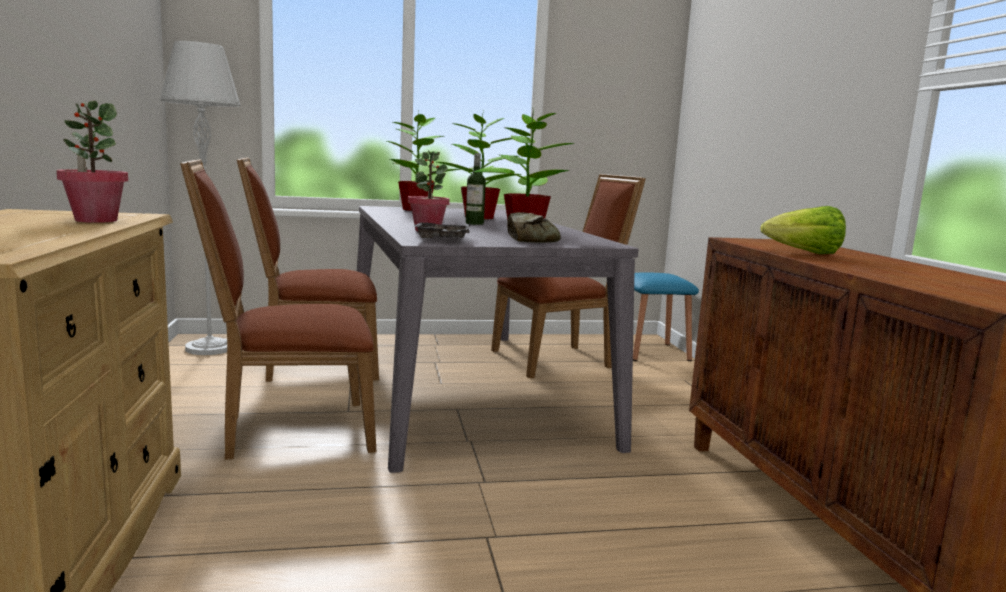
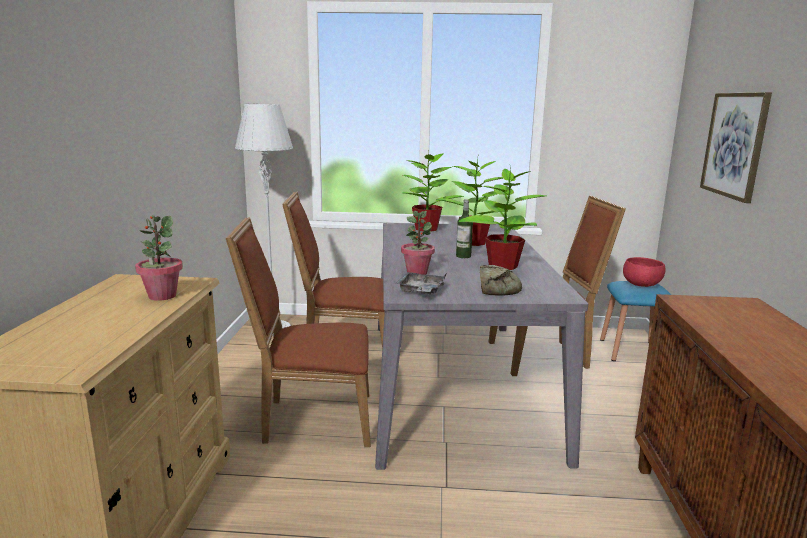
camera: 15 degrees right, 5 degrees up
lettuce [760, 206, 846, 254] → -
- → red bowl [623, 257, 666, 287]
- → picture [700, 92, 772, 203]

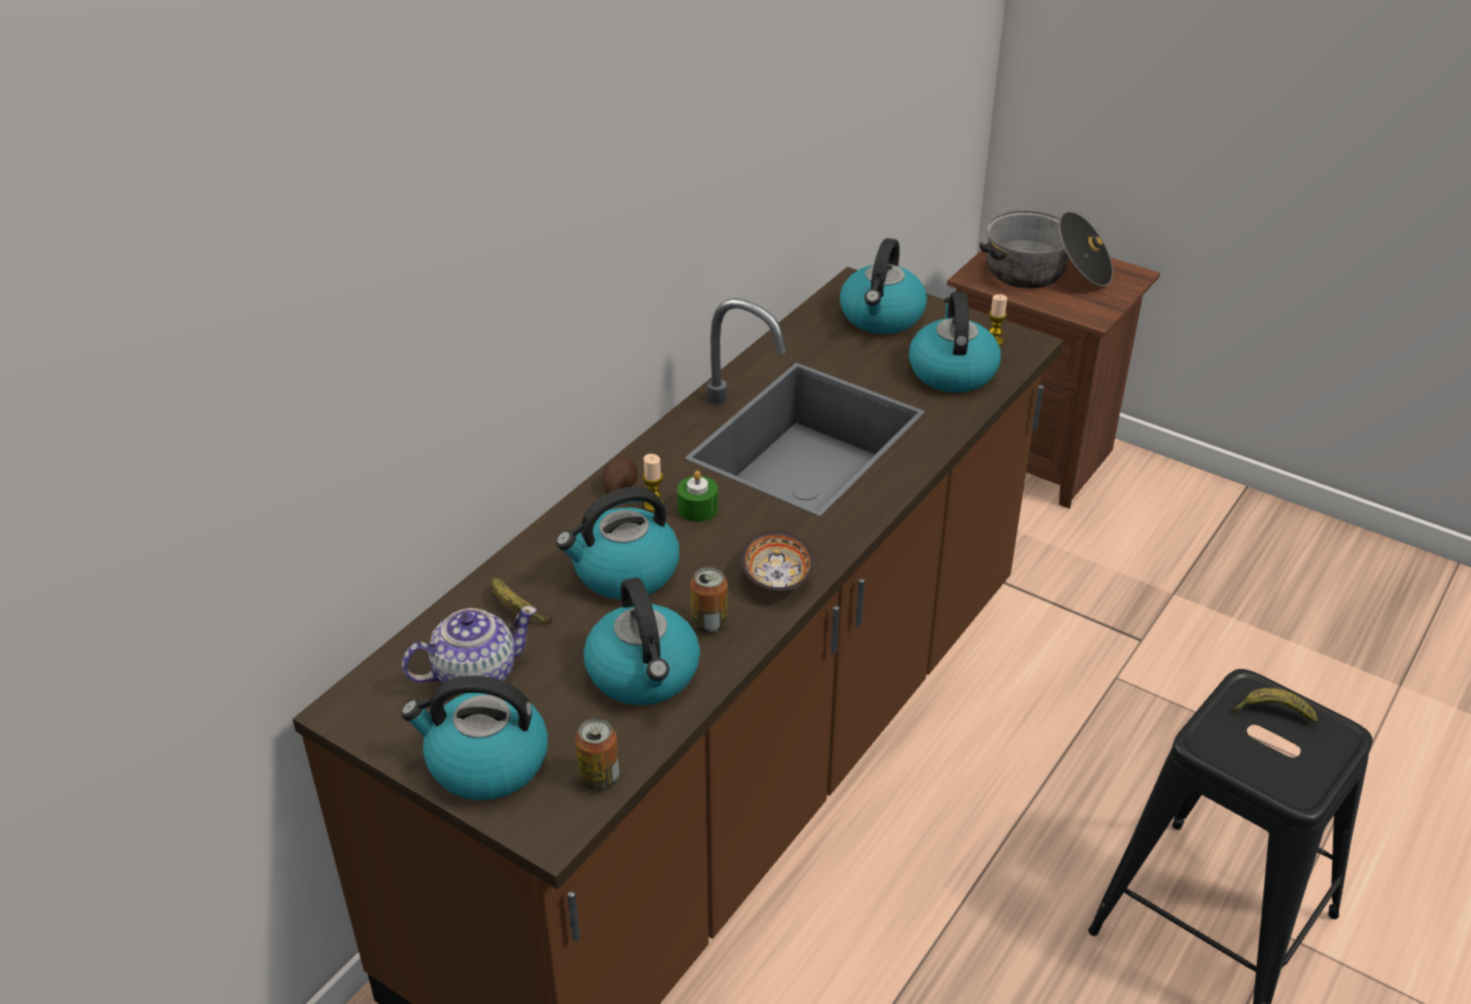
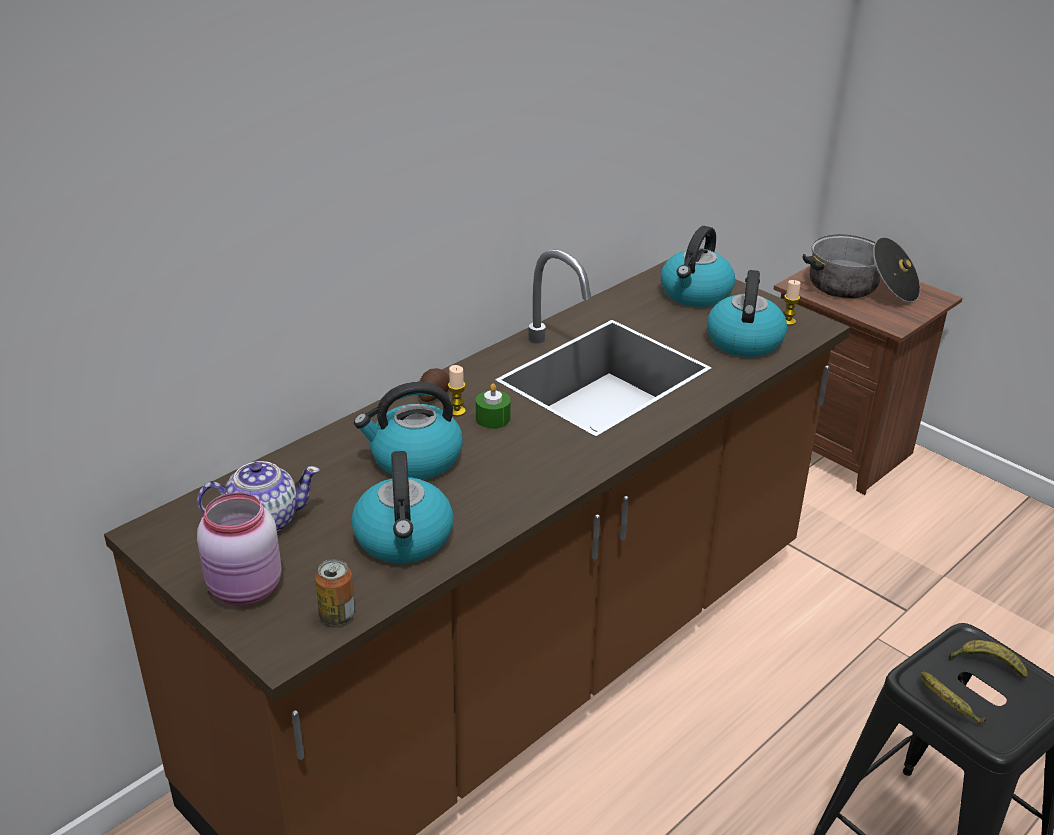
camera: 10 degrees right, 5 degrees down
kettle [401, 676, 548, 800] → pink jar [197, 492, 282, 606]
banana [491, 578, 552, 624] → banana [921, 672, 986, 724], relocated
can [691, 567, 728, 633] → -
bowl [741, 531, 814, 591] → -

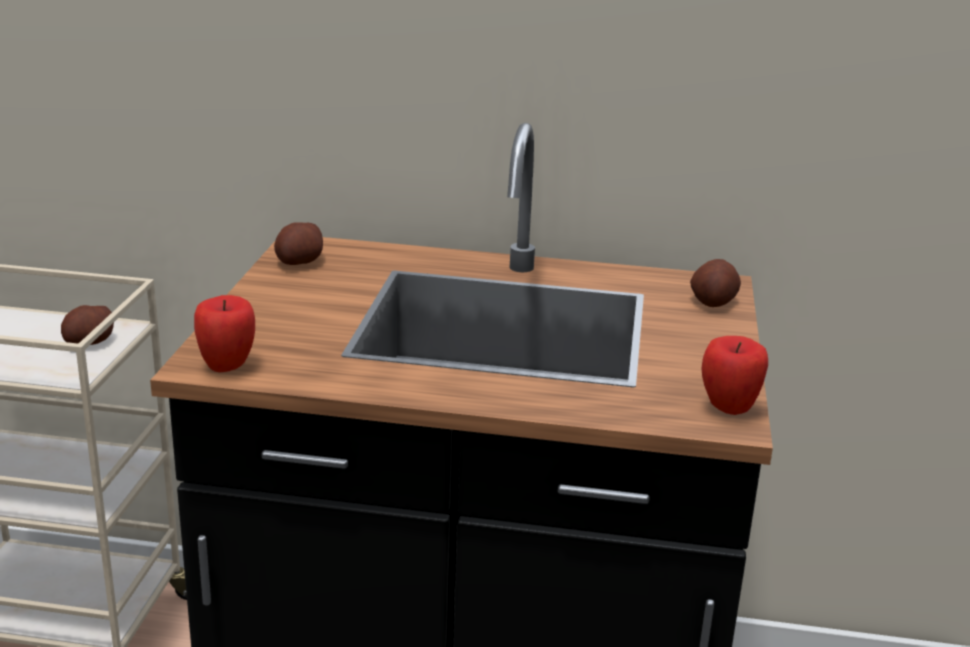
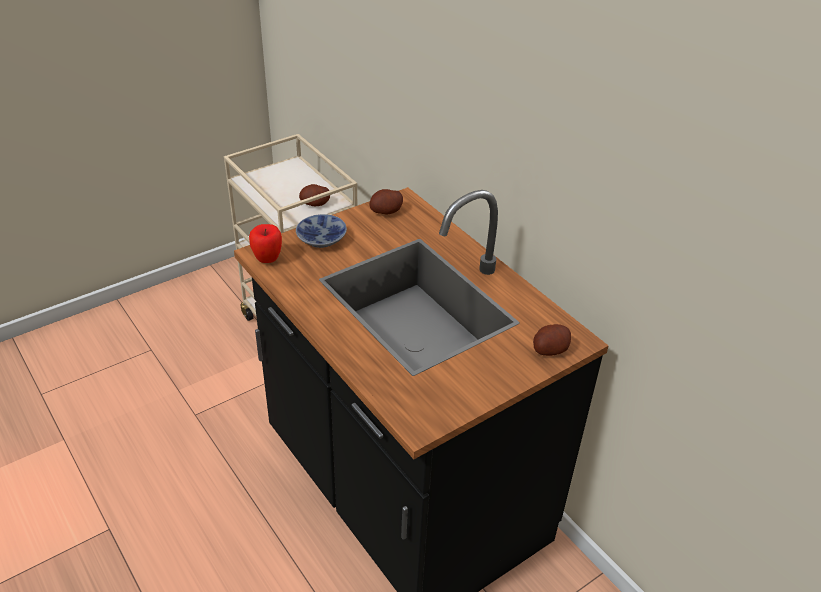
camera: 45 degrees right, 15 degrees up
apple [701, 336, 768, 415] → -
- → bowl [296, 214, 347, 248]

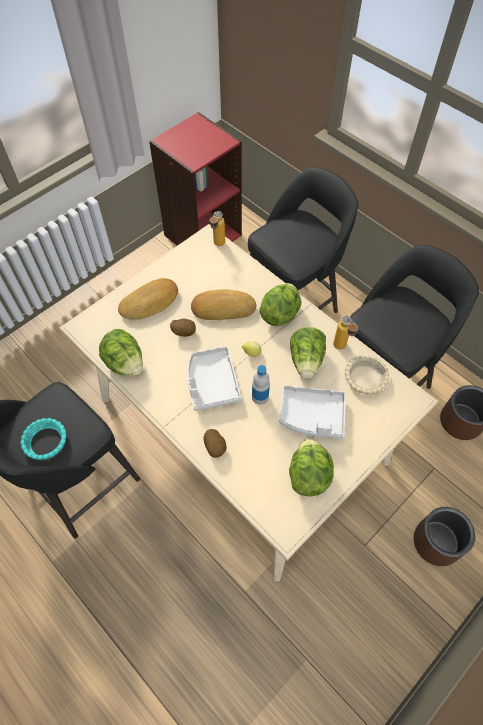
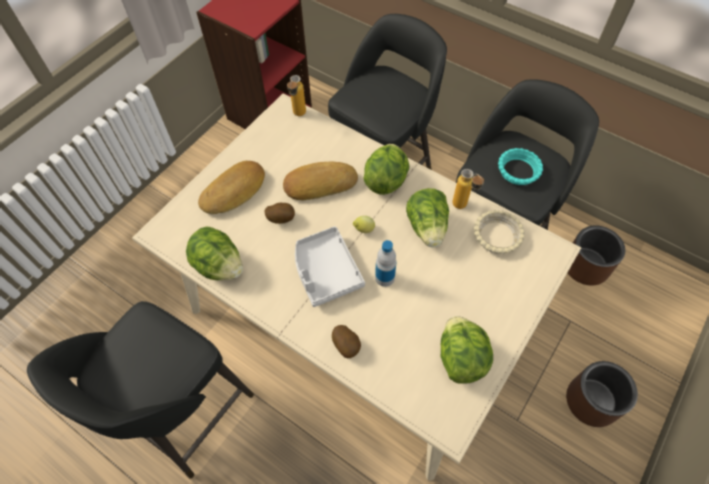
camera: 10 degrees left, 0 degrees up
turquoise bowl [20, 418, 66, 460] → turquoise bowl [498, 148, 543, 185], relocated
grey tray [279, 386, 346, 439] → -

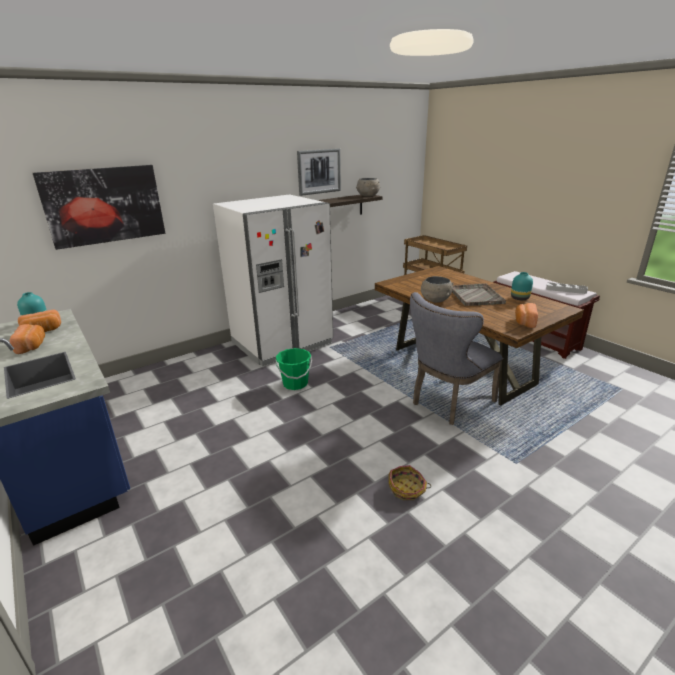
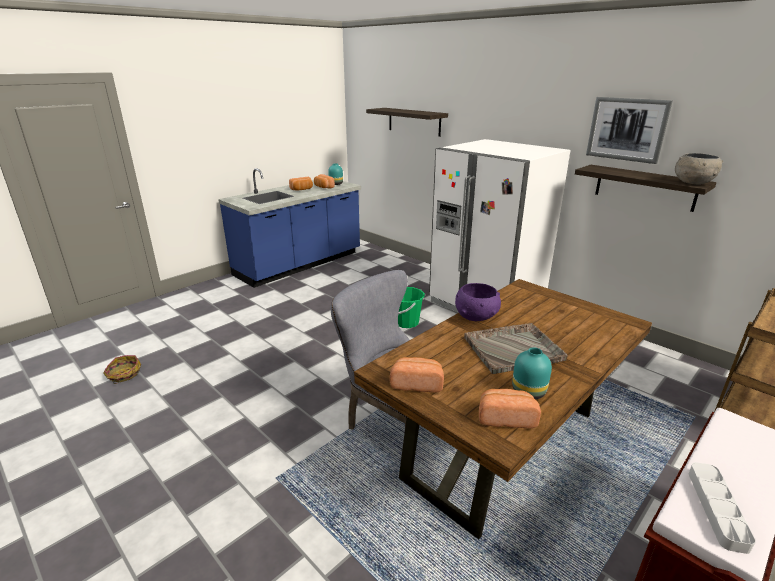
camera: 80 degrees right, 0 degrees up
picture [33, 165, 165, 250] → shelf [366, 108, 448, 137]
basket [388, 465, 431, 500] → basket [103, 355, 141, 384], relocated
grey bowl [421, 276, 453, 303] → purple bowl [455, 283, 501, 321]
- → bread [479, 389, 541, 428]

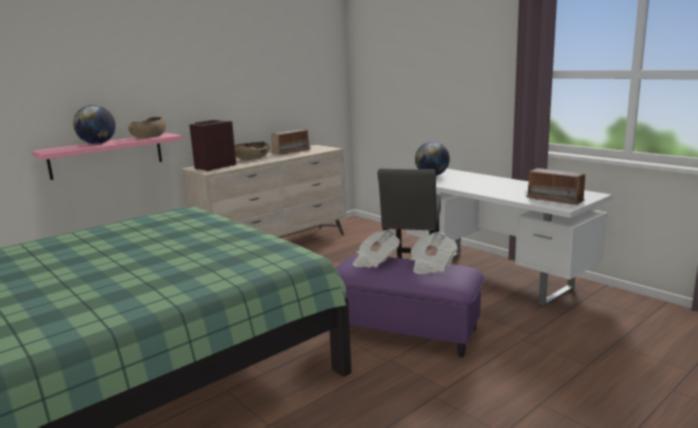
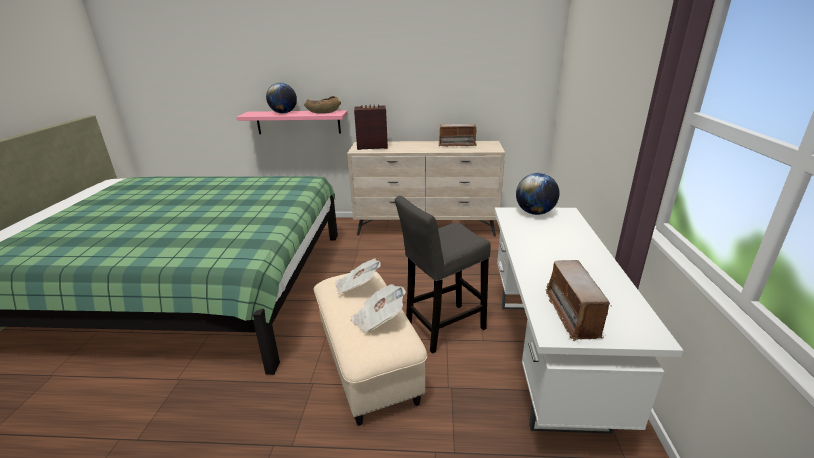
camera: 45 degrees right, 10 degrees up
brown bowl [235, 141, 270, 160] → -
purple ottoman [336, 255, 485, 357] → beige ottoman [314, 271, 427, 426]

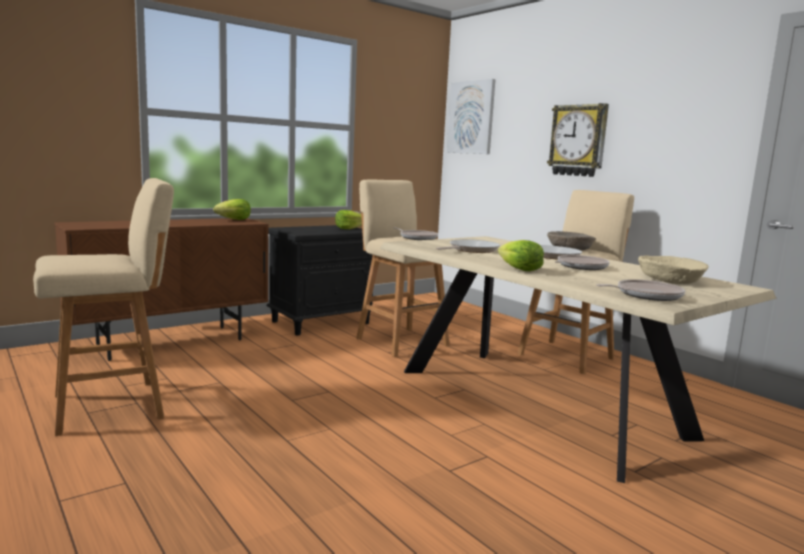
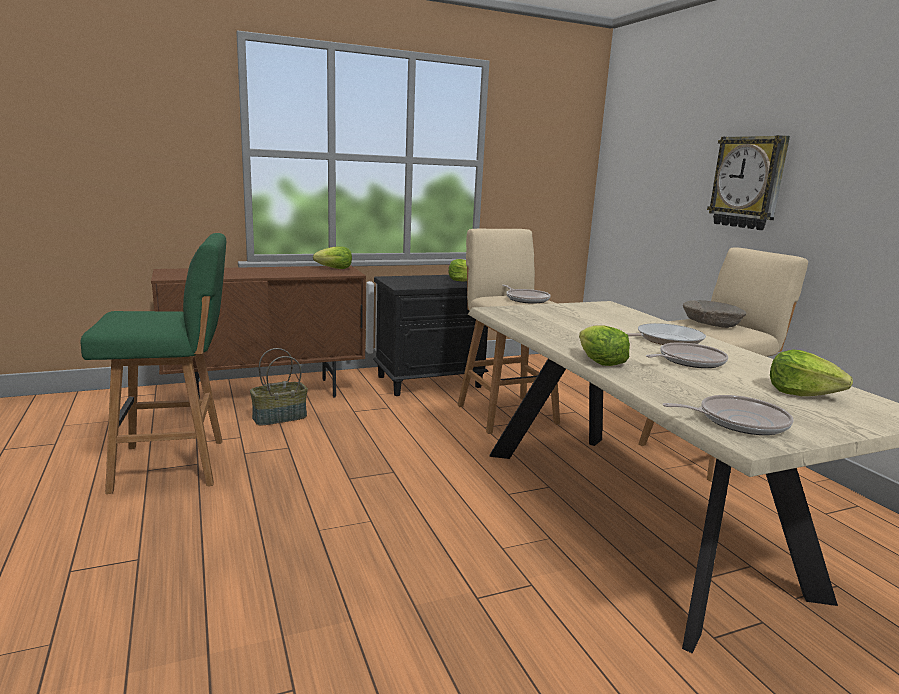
camera: 15 degrees right, 5 degrees up
beige stool [33, 178, 174, 436] → green stool [81, 233, 226, 494]
frying pan [436, 239, 500, 253] → -
picture [447, 79, 496, 154] → -
beige bowl [638, 255, 709, 284] → lettuce [770, 349, 853, 396]
- → basket [250, 348, 308, 426]

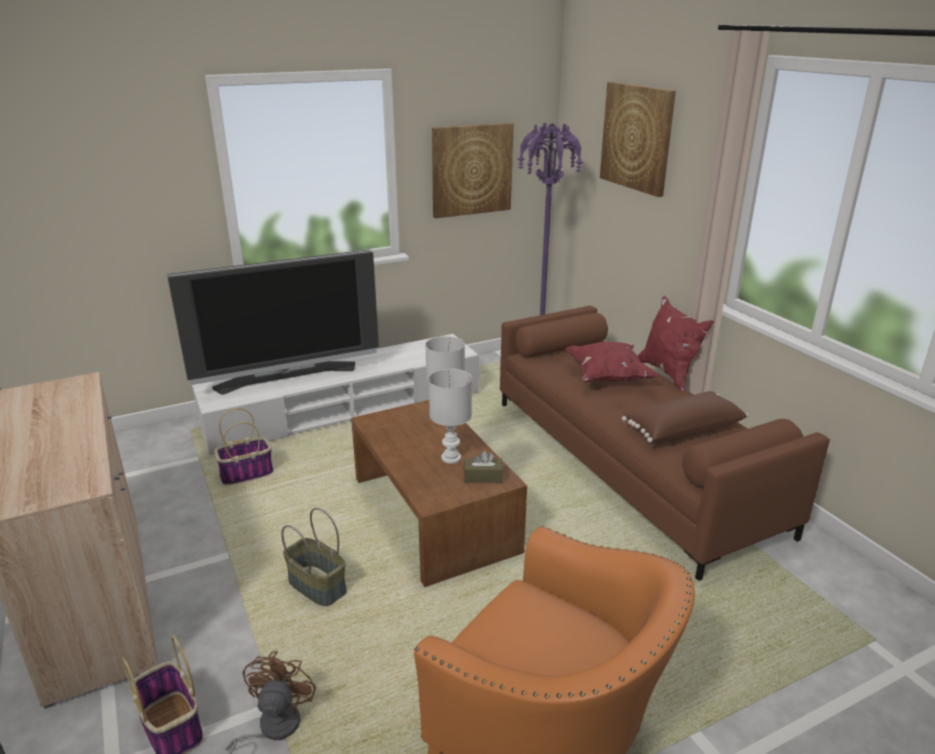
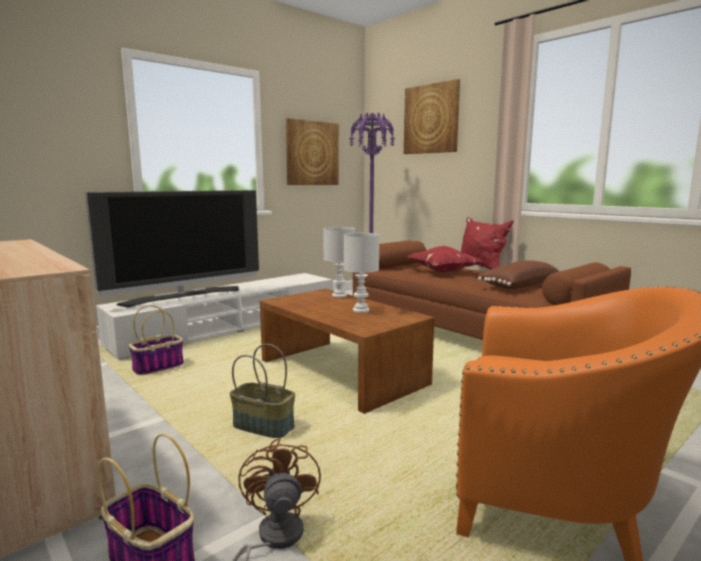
camera: 15 degrees left, 15 degrees down
brown tissue box [464, 451, 503, 483] → -

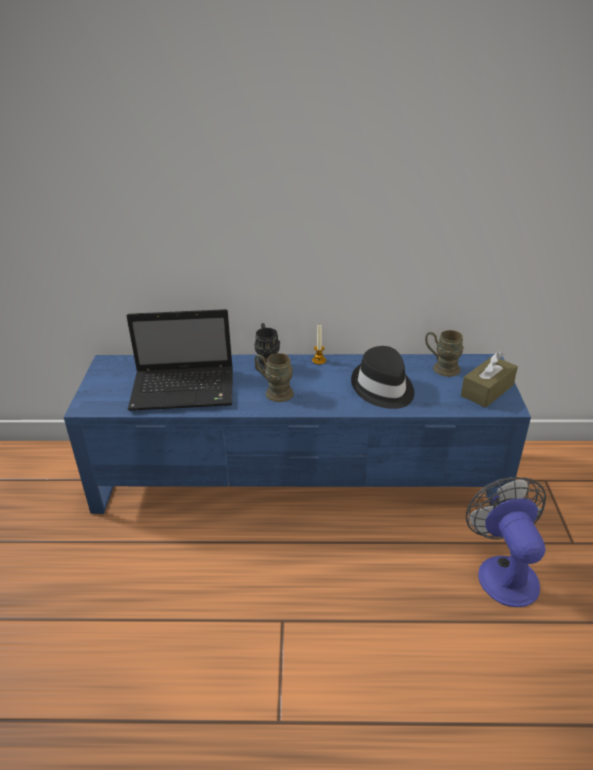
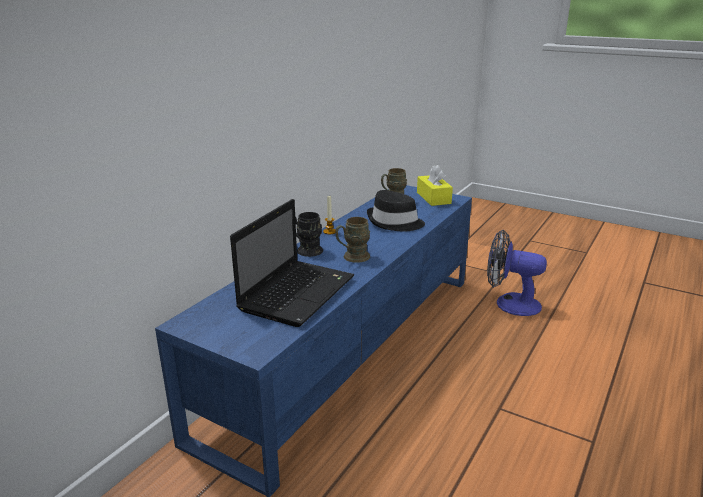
camera: 60 degrees left, 10 degrees down
brown tissue box [461, 351, 518, 408] → yellow tissue box [417, 165, 453, 206]

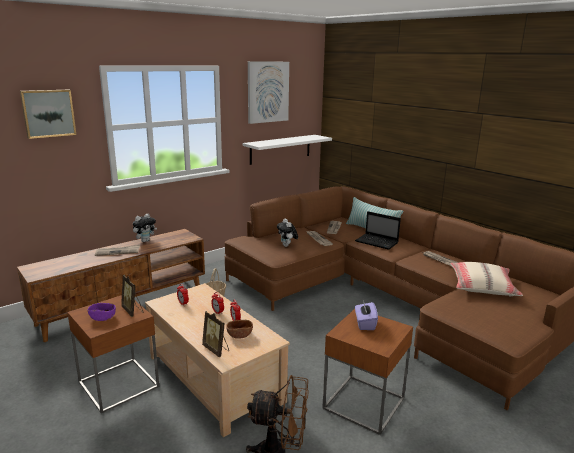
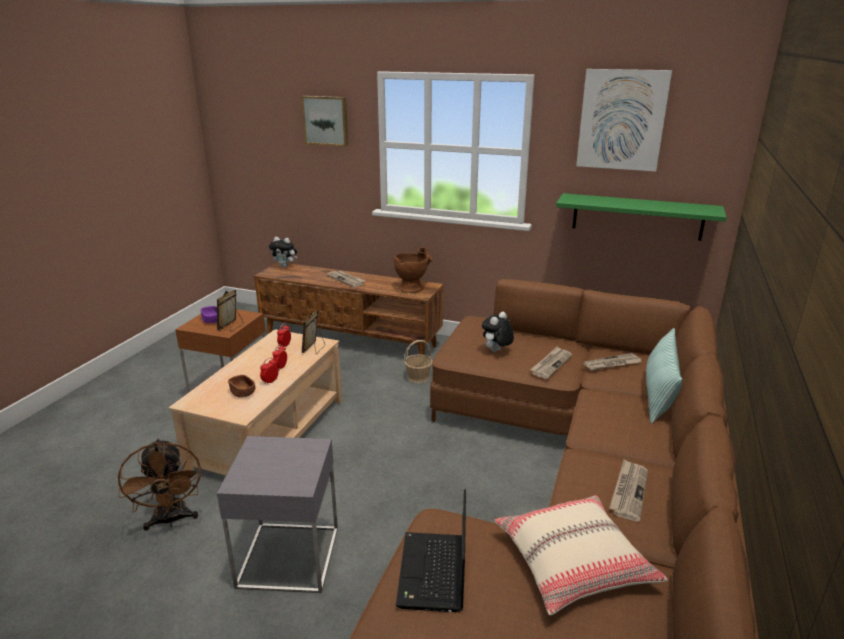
camera: 60 degrees right, 5 degrees up
plush toy [133, 214, 157, 242] → plush toy [269, 237, 298, 268], relocated
picture frame [202, 311, 229, 357] → picture frame [302, 311, 325, 354], relocated
white shelf [243, 135, 332, 165] → green shelf [556, 193, 727, 241]
brown side table [322, 309, 413, 435] → grey side table [217, 436, 338, 593]
laptop [355, 211, 401, 250] → laptop [396, 489, 466, 612], relocated
purple tissue box [355, 300, 378, 330] → -
- → brown vase [394, 247, 433, 293]

